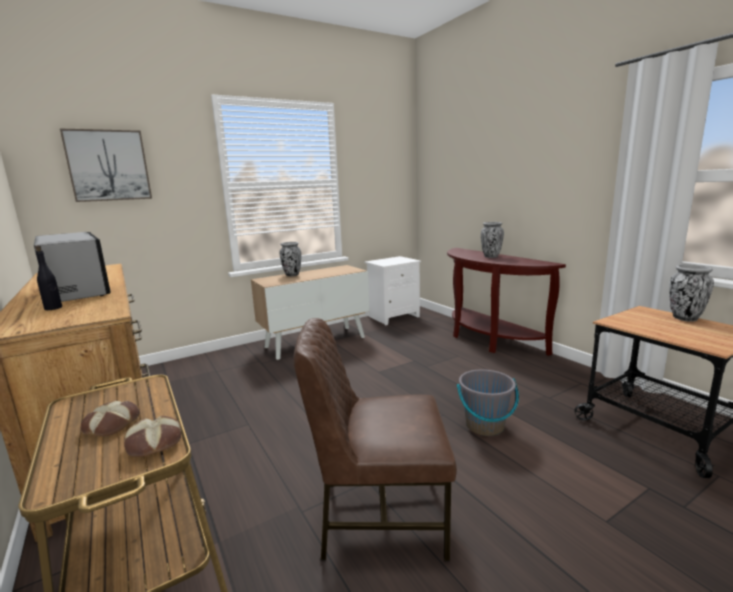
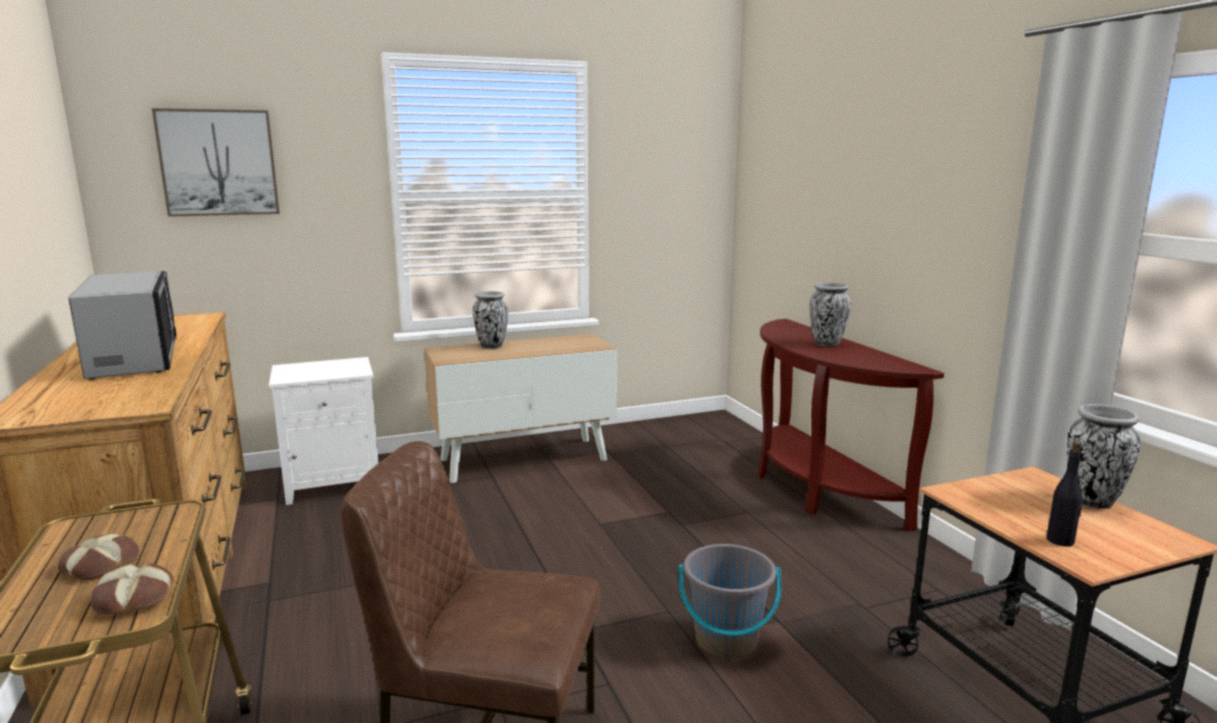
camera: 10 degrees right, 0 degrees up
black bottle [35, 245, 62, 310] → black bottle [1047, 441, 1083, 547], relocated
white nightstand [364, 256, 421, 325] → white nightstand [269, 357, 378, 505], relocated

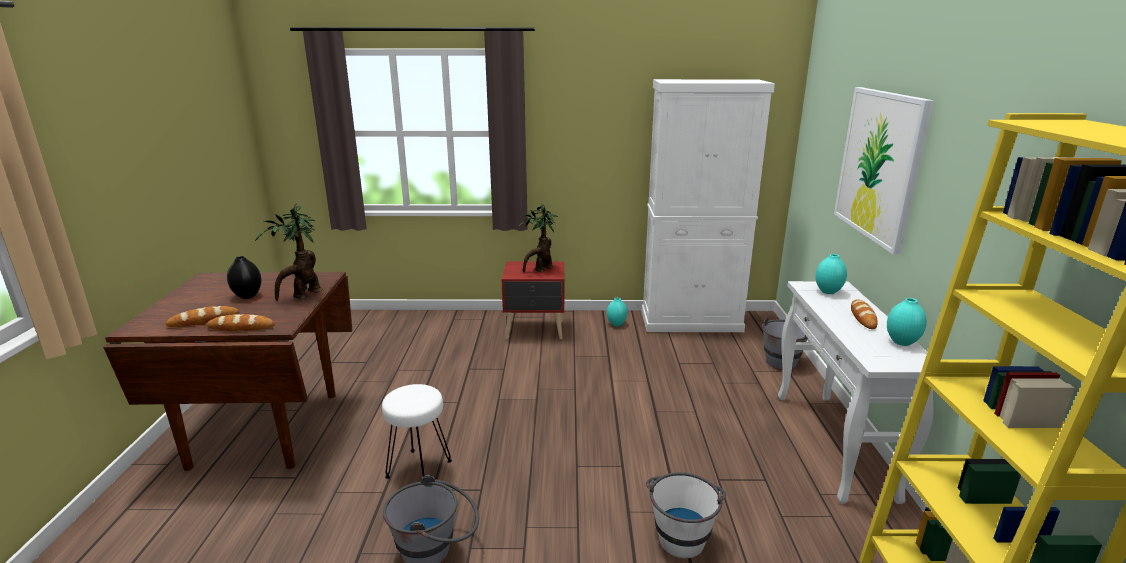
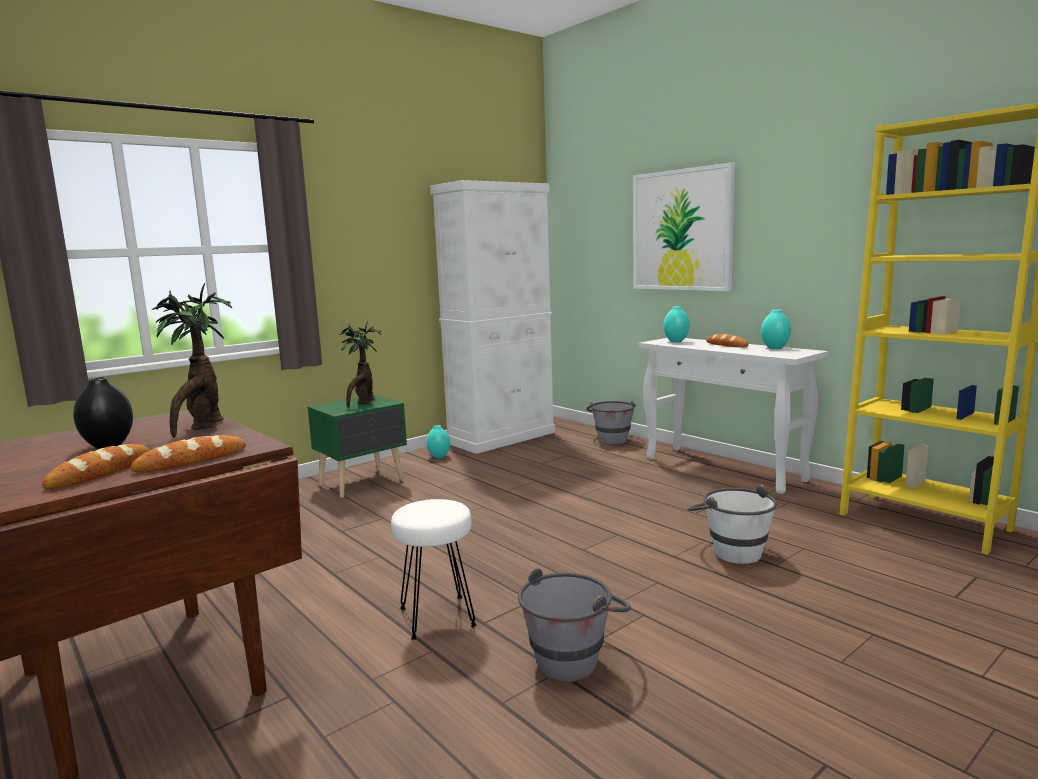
camera: 40 degrees left, 10 degrees down
red nightstand [501, 262, 565, 339] → green nightstand [308, 395, 407, 498]

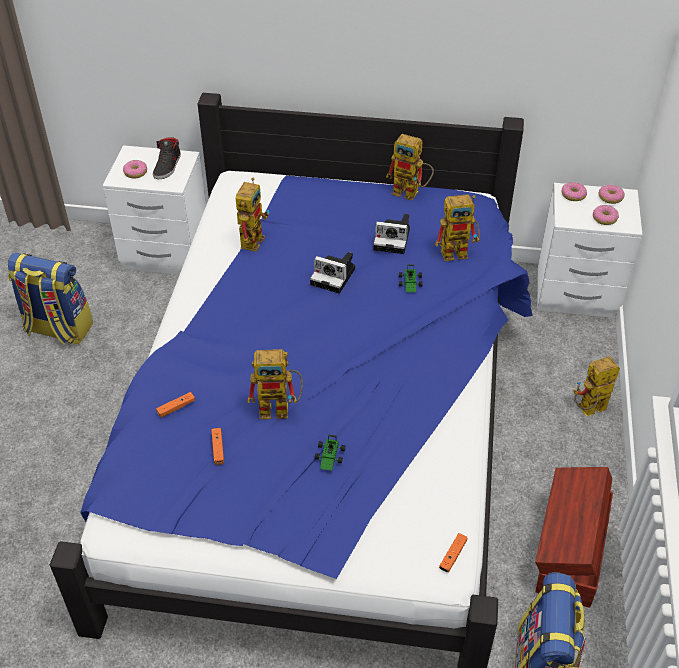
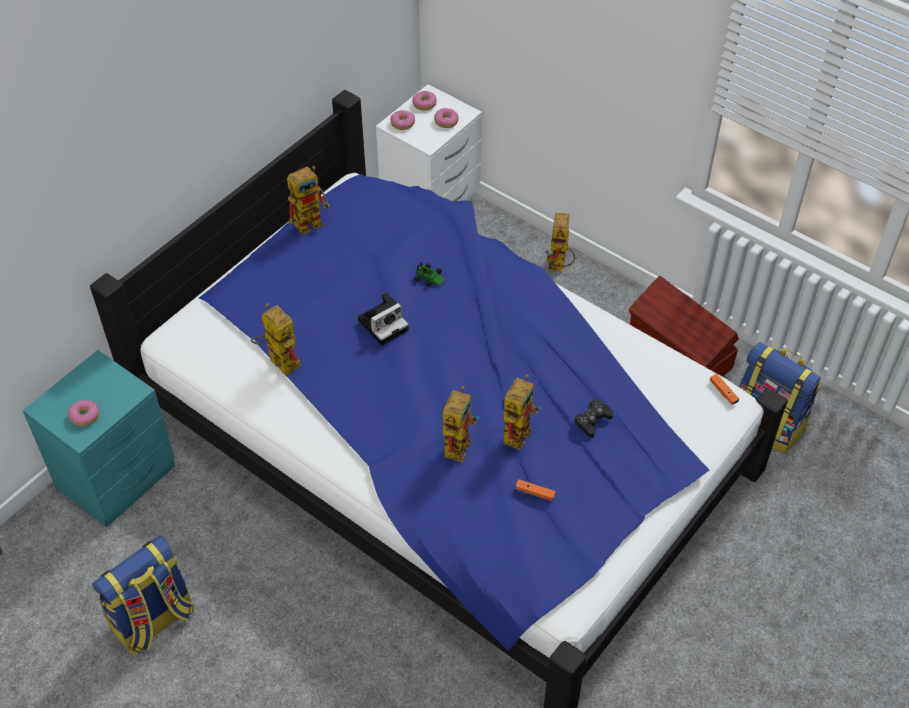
camera: 60 degrees left, 5 degrees up
white nightstand [103, 145, 206, 275] → turquoise nightstand [23, 350, 175, 527]
black shoe [153, 137, 181, 179] → -
orange game controller [156, 392, 195, 418] → -
toy car [315, 434, 346, 471] → black game controller [574, 399, 613, 438]
photo camera [373, 214, 410, 254] → -
toy robot [435, 194, 480, 261] → toy robot [443, 386, 479, 462], relocated

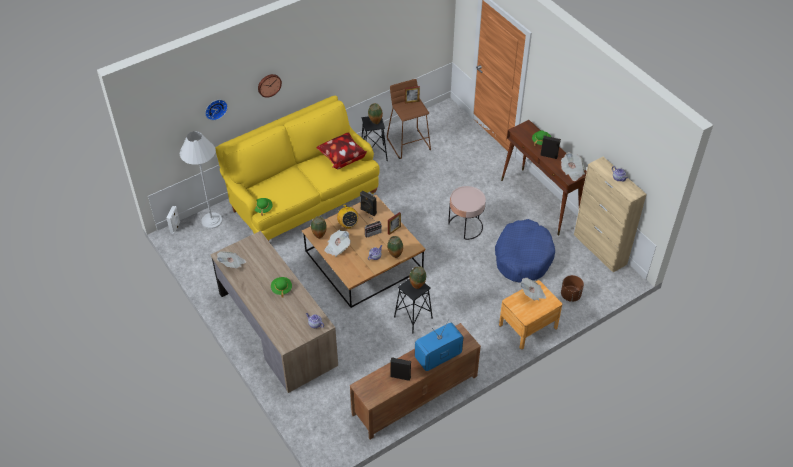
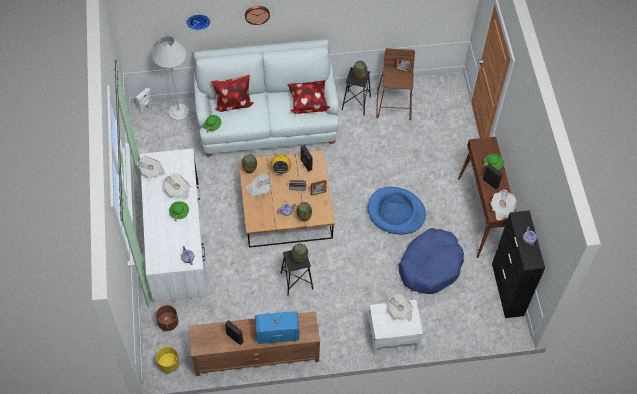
camera: 25 degrees right, 10 degrees up
brown desk [210, 231, 338, 393] → white desk [140, 149, 208, 303]
yellow sofa [215, 96, 380, 241] → white sofa [193, 39, 339, 157]
pink side table [448, 186, 486, 240] → blue dog bed [368, 187, 426, 235]
brown nightstand [499, 280, 562, 350] → white nightstand [368, 300, 423, 355]
brown planter [561, 275, 584, 302] → brown planter [156, 305, 179, 331], relocated
beige cabinet [574, 157, 646, 272] → black cabinet [492, 210, 545, 318]
- → yellow planter [156, 347, 180, 373]
- → newspaper [164, 174, 191, 200]
- → pillow [211, 75, 254, 112]

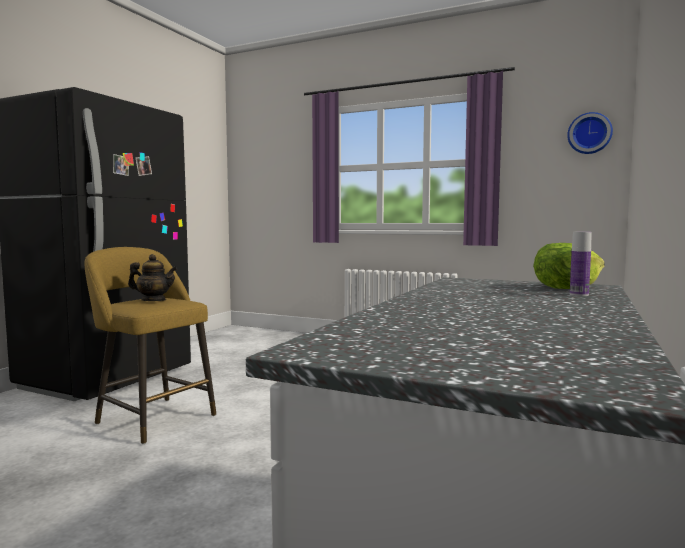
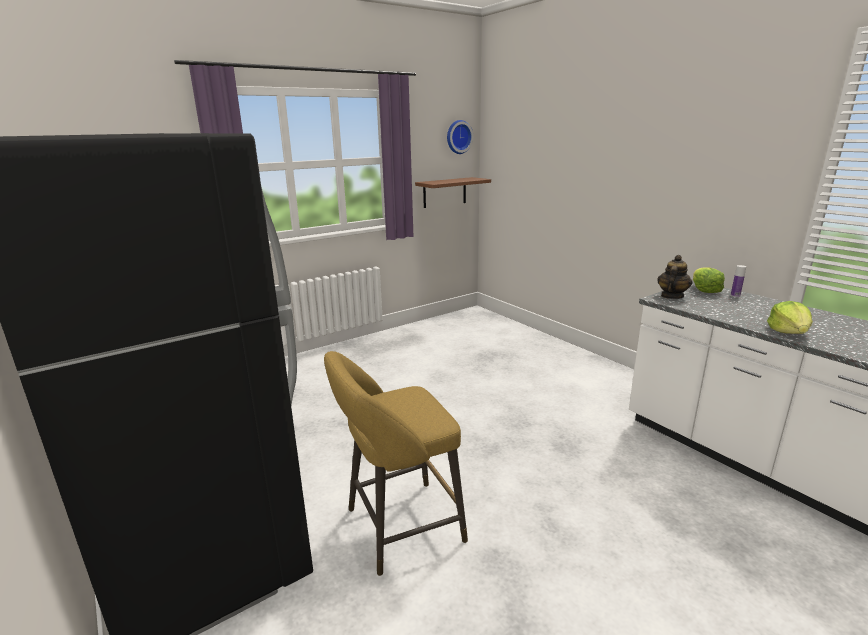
camera: 60 degrees left, 15 degrees up
teapot [128, 254, 177, 301] → teapot [657, 255, 693, 299], relocated
- → brown shelf [415, 177, 491, 208]
- → lettuce [767, 301, 813, 334]

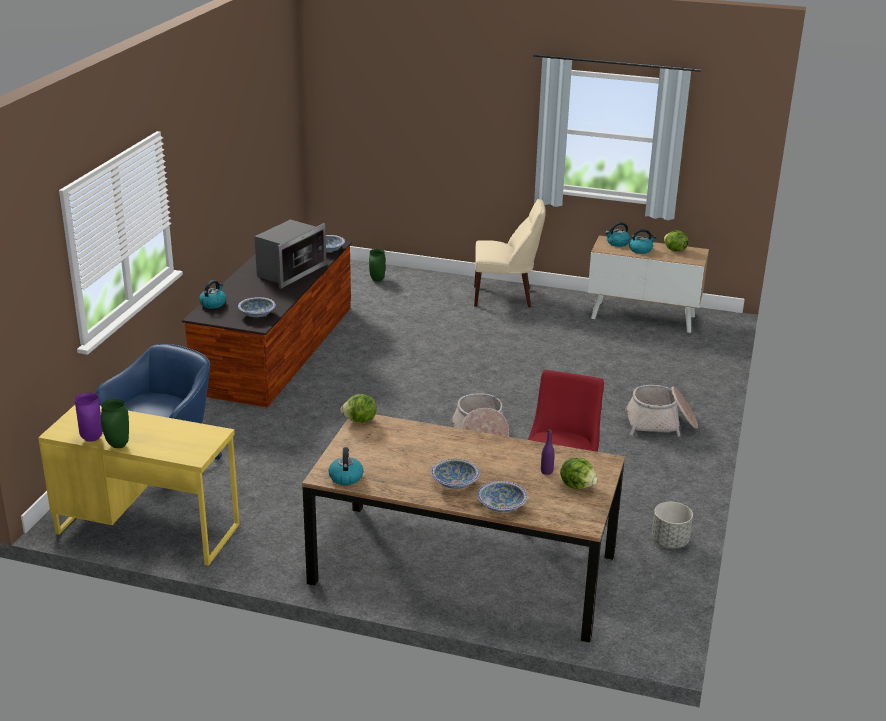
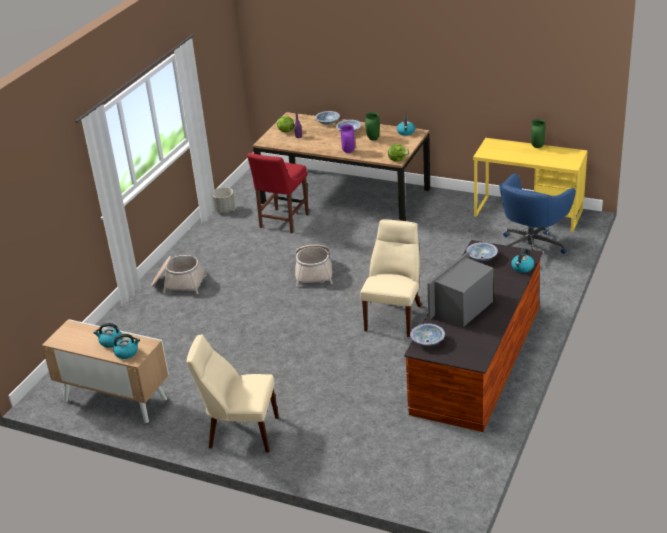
camera: 170 degrees left, 5 degrees up
purple vase [74, 392, 103, 442] → purple vase [340, 124, 355, 153], relocated
green vase [369, 249, 386, 282] → green vase [365, 112, 380, 141], relocated
lettuce [664, 230, 688, 251] → -
- → beige chair [360, 220, 421, 337]

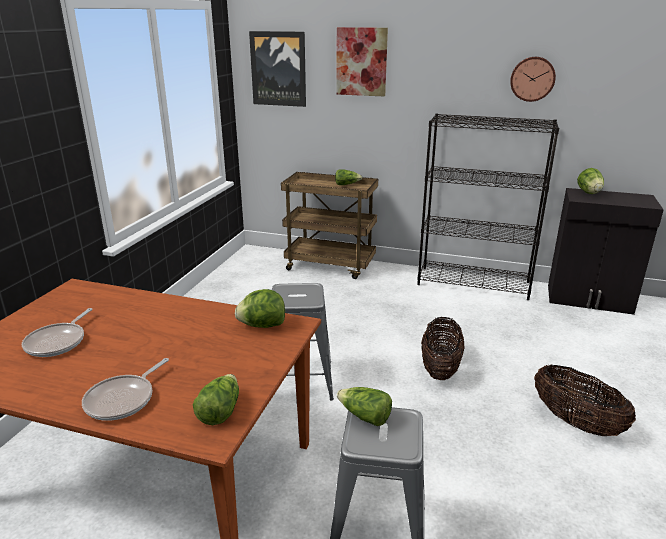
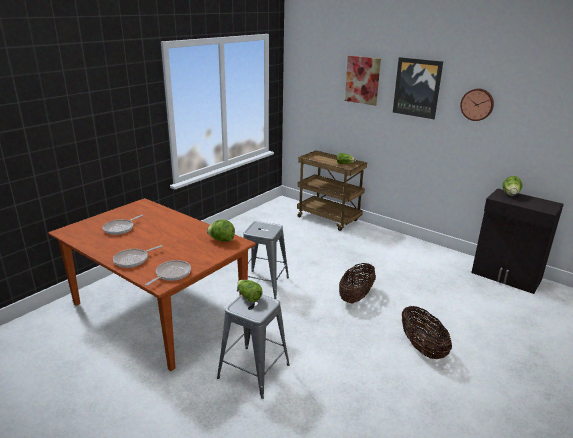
camera: 20 degrees right, 0 degrees up
lettuce [193, 374, 239, 425] → frying pan [145, 260, 191, 286]
picture [249, 31, 306, 107] → picture [393, 57, 443, 119], relocated
black bookcase [417, 114, 559, 300] → -

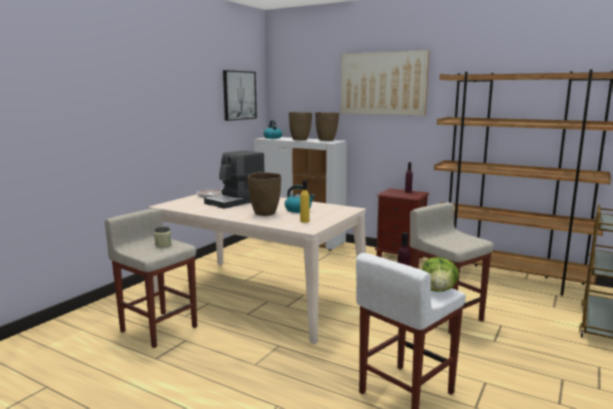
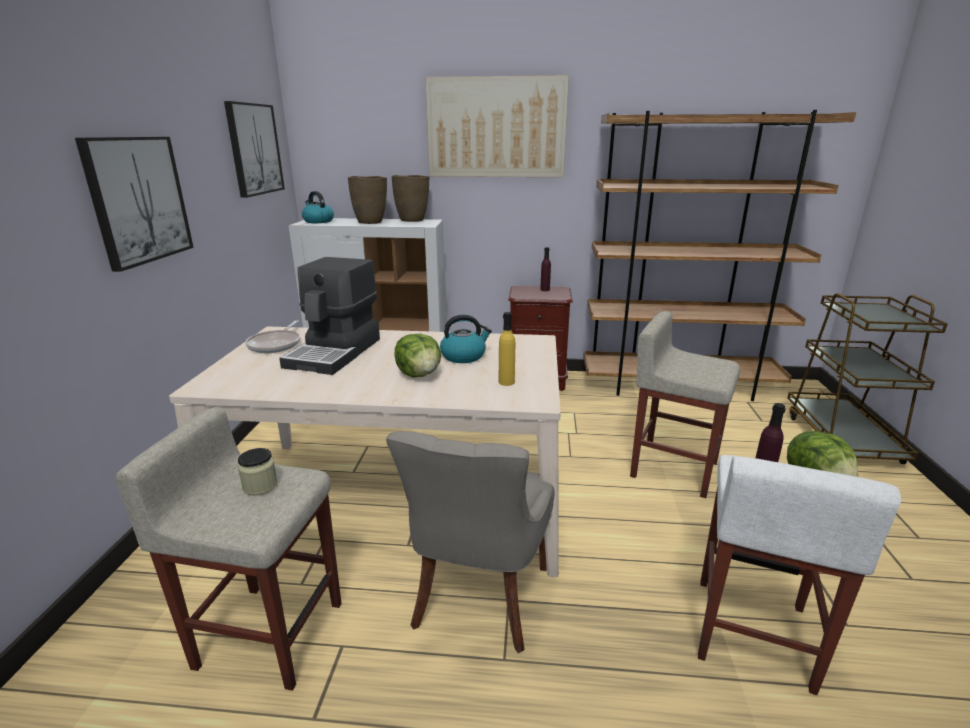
camera: 25 degrees left, 10 degrees up
brown vase [248, 172, 281, 216] → lettuce [394, 334, 441, 378]
- → picture [75, 137, 194, 272]
- → grey chair [386, 431, 555, 653]

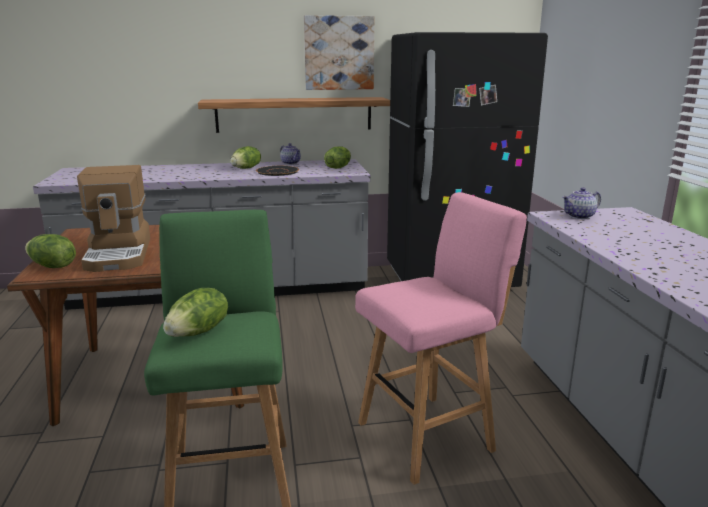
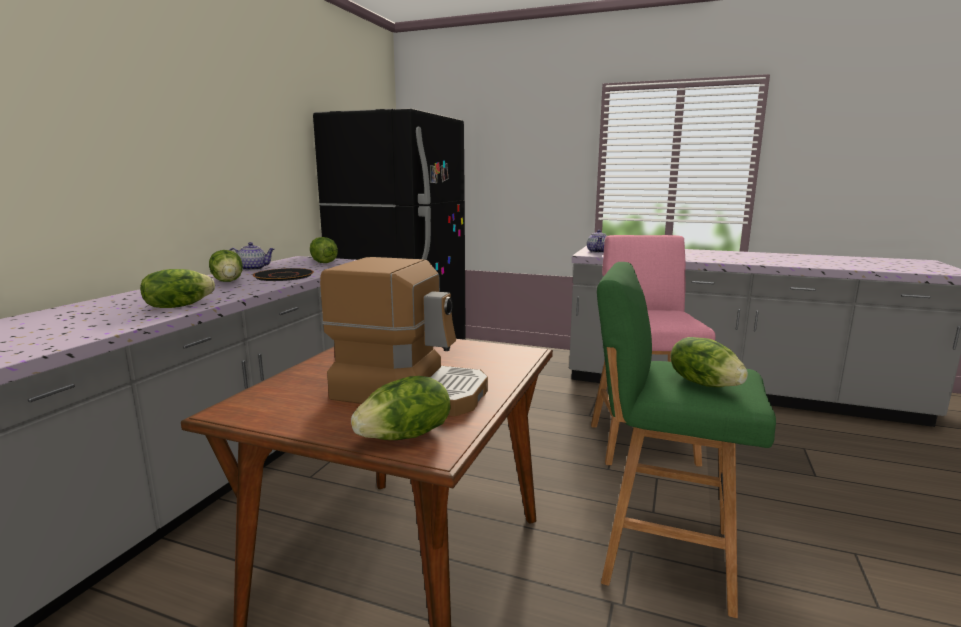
camera: 60 degrees left, 5 degrees down
shelf [198, 97, 390, 133] → -
picture [304, 15, 374, 90] → -
- → lettuce [140, 269, 215, 308]

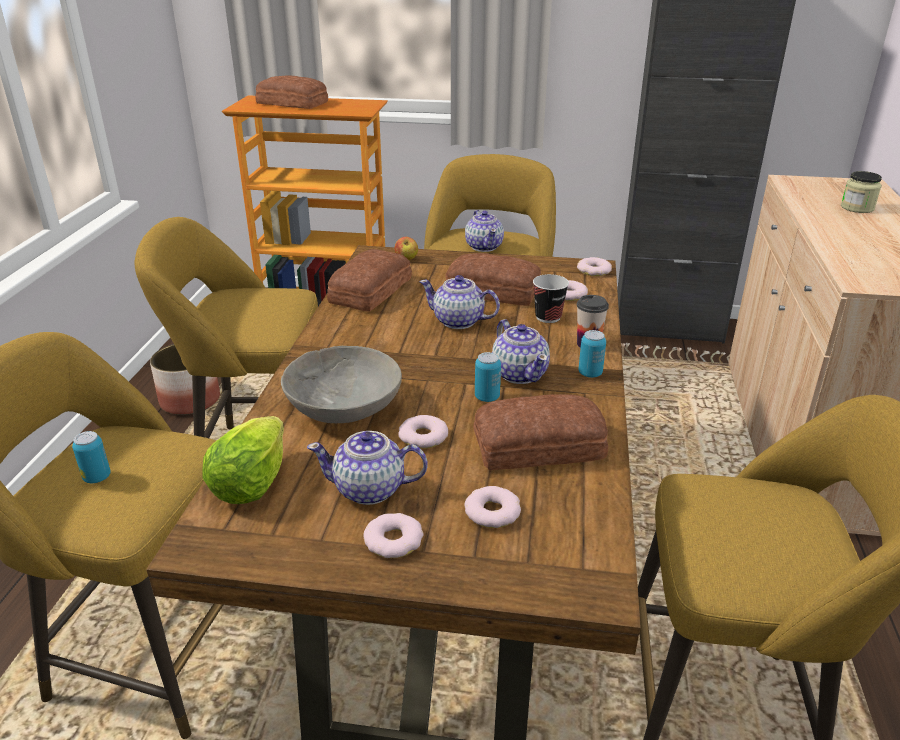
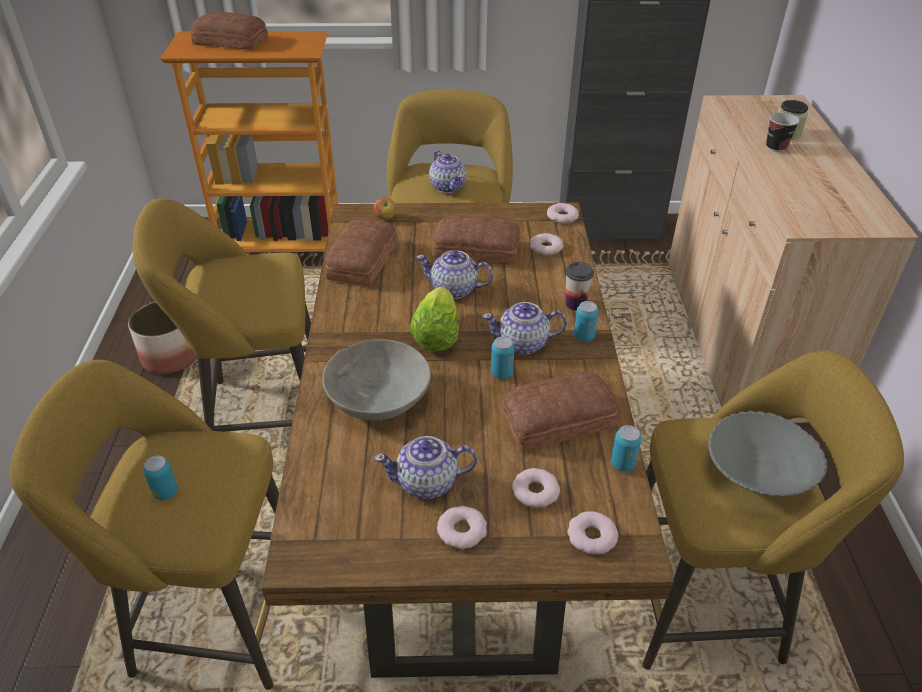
camera: 10 degrees left, 10 degrees up
lettuce [202, 416, 284, 504] → lettuce [409, 287, 459, 352], relocated
donut [398, 415, 448, 449] → donut [567, 511, 618, 555], relocated
teapot [492, 319, 550, 384] → teapot [482, 302, 567, 355], 120 degrees clockwise
cup [533, 274, 569, 323] → cup [766, 113, 799, 152], relocated
- → can [611, 425, 642, 472]
- → grey bowl [708, 411, 827, 497]

